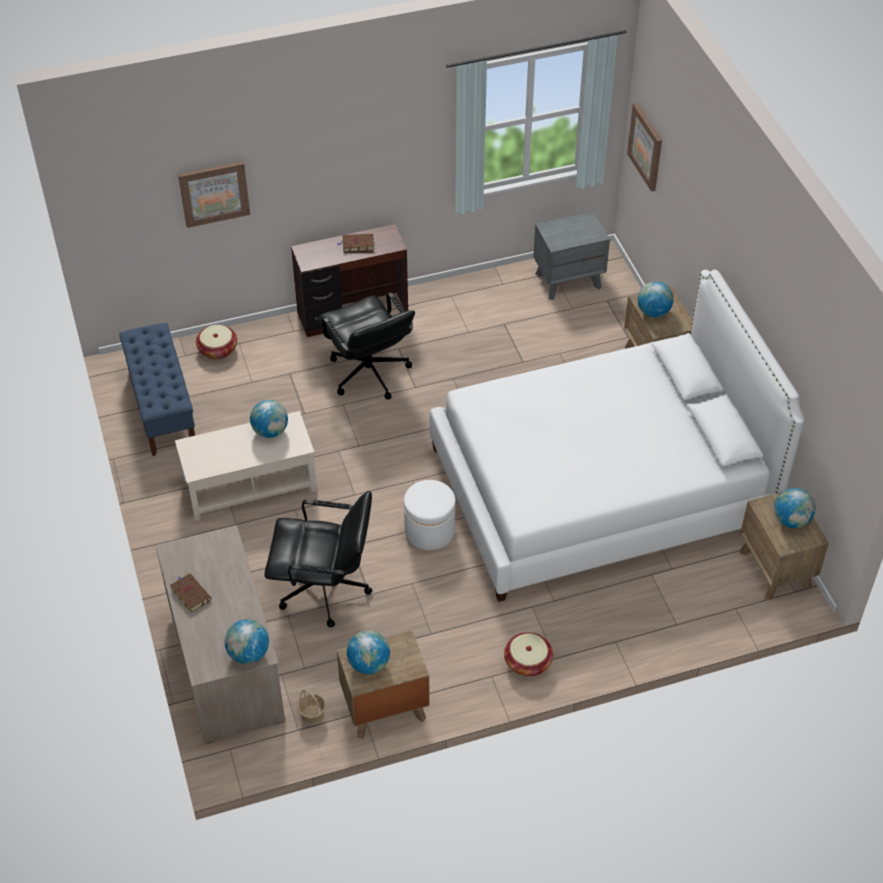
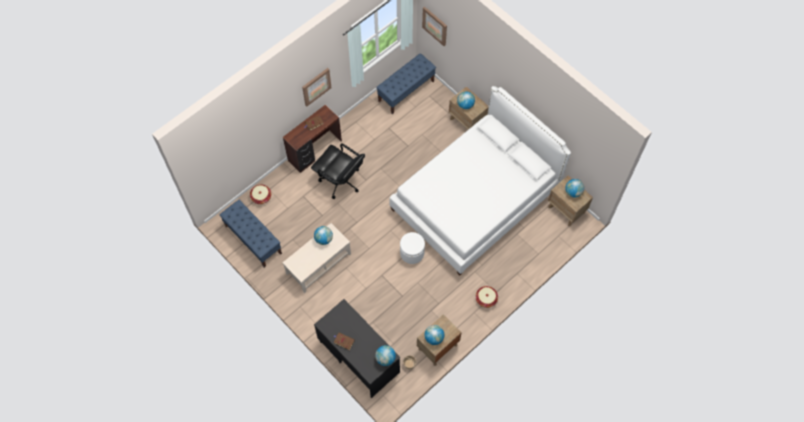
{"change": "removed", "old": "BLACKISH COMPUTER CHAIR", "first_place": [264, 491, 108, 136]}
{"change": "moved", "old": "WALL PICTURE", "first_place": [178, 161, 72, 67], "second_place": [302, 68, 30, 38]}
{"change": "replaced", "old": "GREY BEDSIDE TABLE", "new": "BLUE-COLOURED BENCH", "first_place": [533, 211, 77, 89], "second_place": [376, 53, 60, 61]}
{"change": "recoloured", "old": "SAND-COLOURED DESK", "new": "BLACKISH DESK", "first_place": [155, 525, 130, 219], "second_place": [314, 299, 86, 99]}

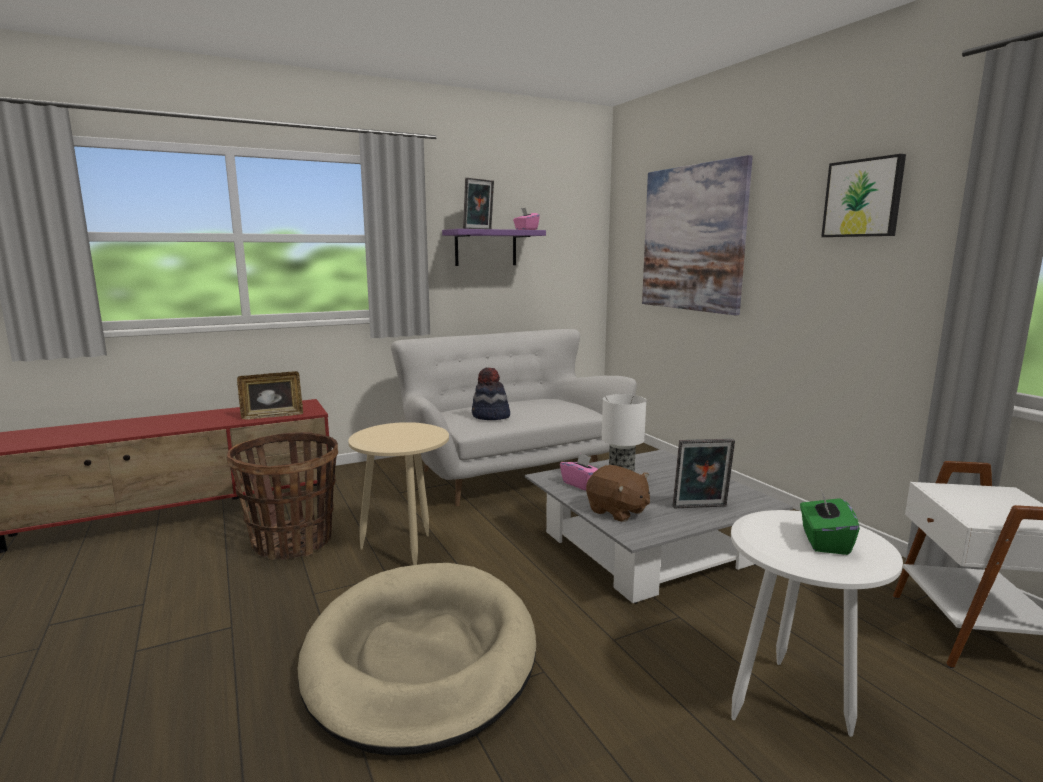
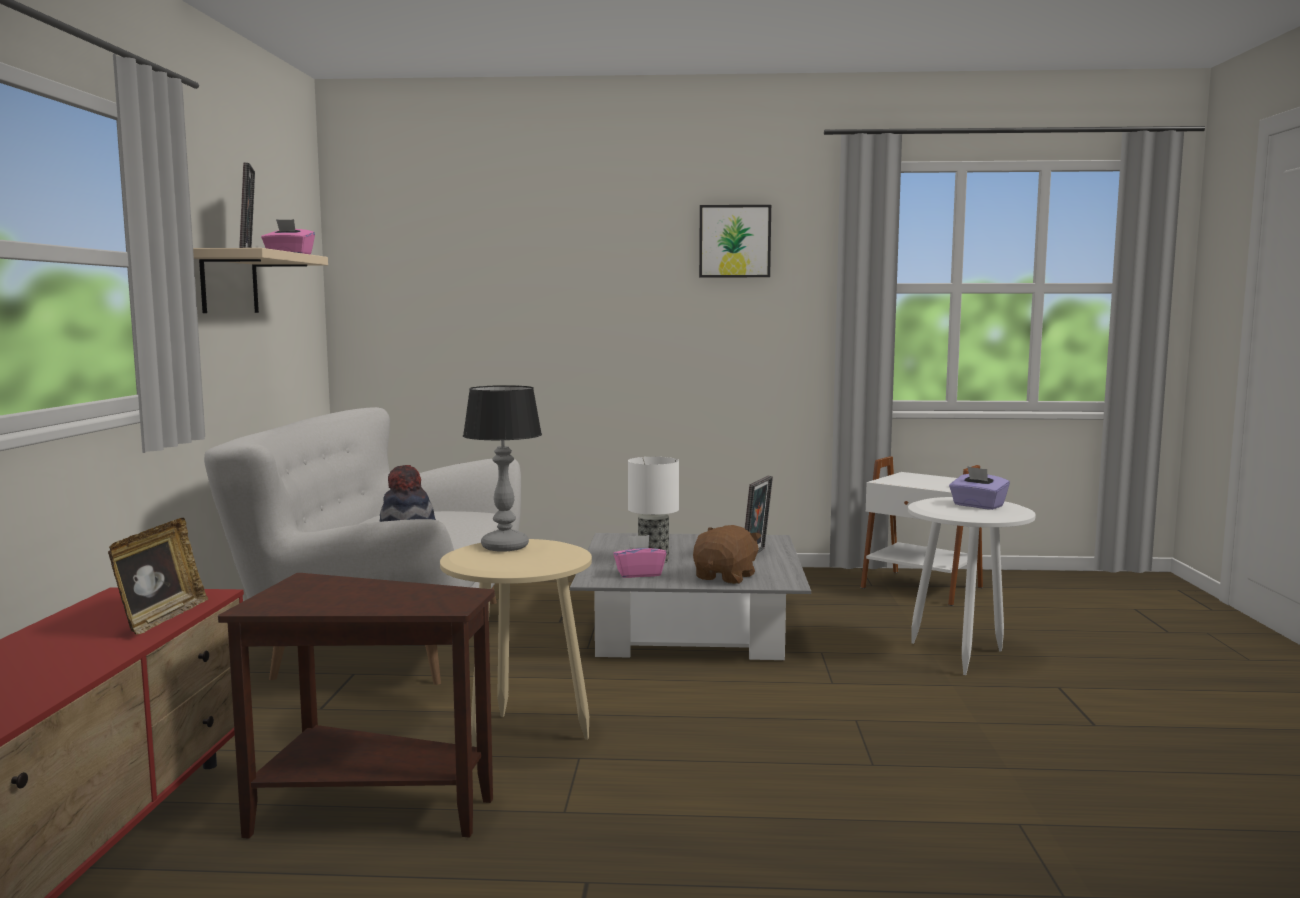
{"change": "removed", "old": "SAND-COLOURED DOG BED", "first_place": [298, 563, 238, 193]}
{"change": "removed", "old": "WALL PICTURE", "first_place": [642, 155, 111, 160]}
{"change": "added", "new": "TABLE LAMP", "second_place": [463, 385, 79, 167]}
{"change": "replaced", "old": "STORAGE BASKET", "new": "BROWN-COLOURED END TABLE", "first_place": [227, 432, 111, 128], "second_place": [218, 573, 277, 266]}
{"change": "recoloured", "old": "PURPLE BRACKET SHELF", "new": "SAND-COLOURED BRACKET SHELF", "first_place": [442, 229, 104, 37], "second_place": [193, 248, 135, 65]}
{"change": "recoloured", "old": "GREEN BOX OF TISSUES", "new": "PURPLE BOX OF TISSUES", "first_place": [800, 490, 60, 65], "second_place": [949, 466, 61, 44]}
{"change": "turned", "old": "BROWN-COLOURED PLUSH TOY", "first_place": [586, 465, 64, 57], "second_place": [693, 525, 68, 59], "degrees": -45}

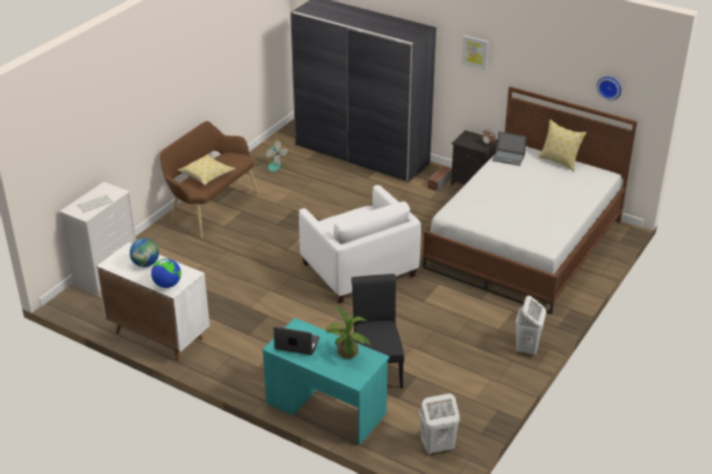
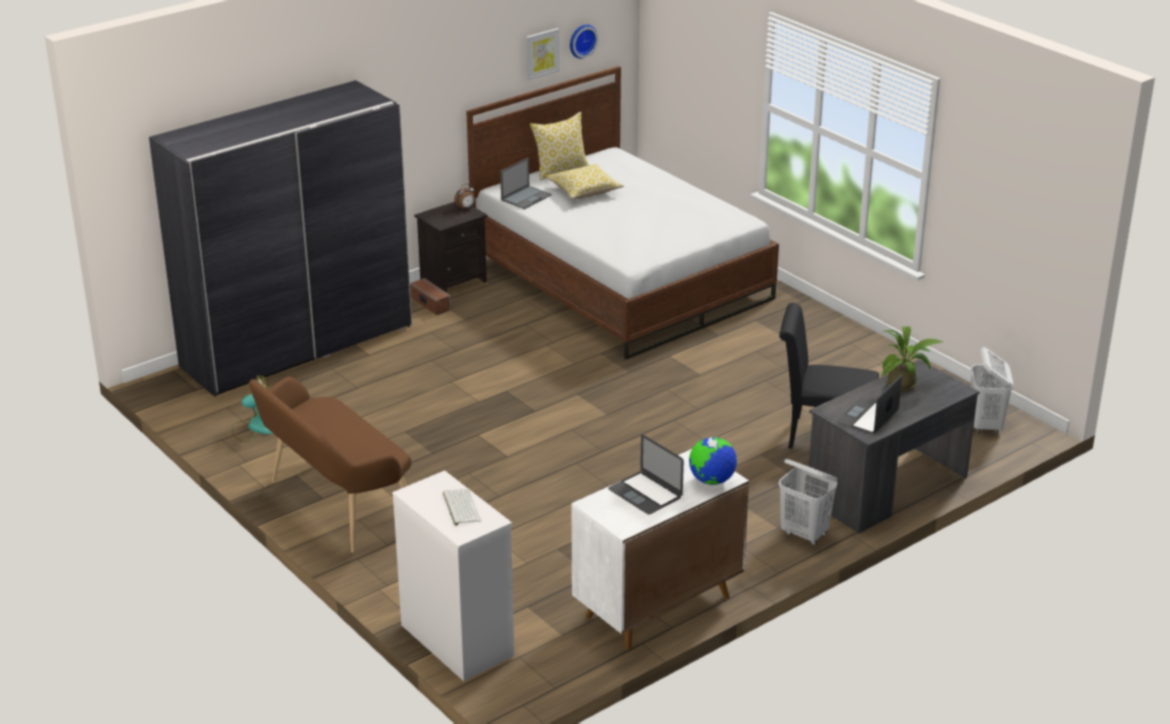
{"change": "removed", "old": "WHITE-COLOURED EASY CHAIR", "first_place": [299, 185, 122, 119]}
{"change": "moved", "old": "PILLOW", "first_place": [178, 154, 58, 31], "second_place": [545, 164, 79, 35]}
{"change": "moved", "old": "WALL PICTURE", "first_place": [462, 35, 27, 36], "second_place": [526, 28, 34, 52]}
{"change": "moved", "old": "WHITE-COLOURED LAUNDRY BASKET", "first_place": [516, 296, 30, 61], "second_place": [779, 459, 58, 86]}
{"change": "replaced", "old": "GLOBE", "new": "PORTABLE COMPUTER", "first_place": [130, 238, 29, 29], "second_place": [608, 434, 76, 80]}
{"change": "recoloured", "old": "TURQUOISE DESK", "new": "GREY DESK", "first_place": [262, 318, 128, 128], "second_place": [807, 359, 172, 174]}

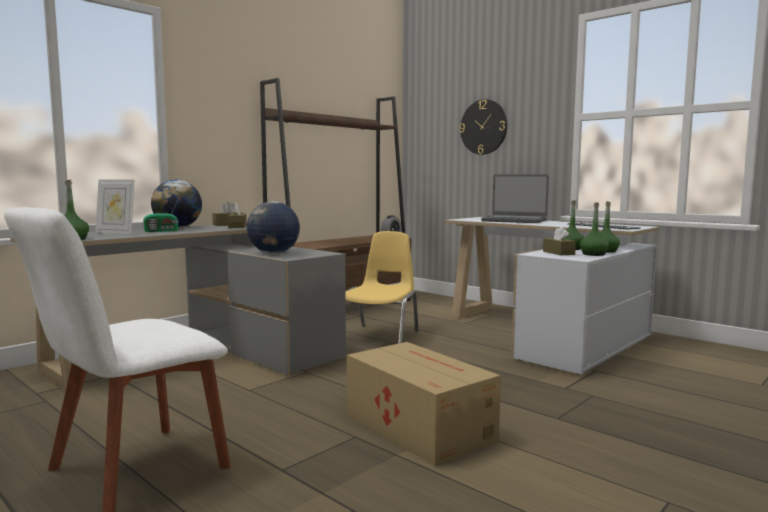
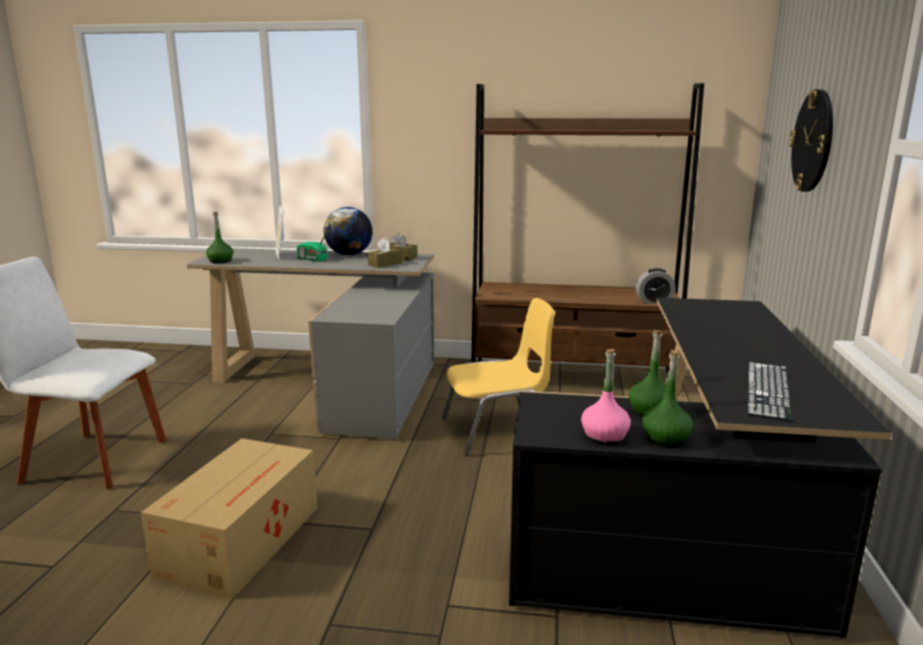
{"change": "removed", "old": "GLOBE", "first_place": [247, 201, 53, 53]}
{"change": "removed", "old": "PORTABLE COMPUTER", "first_place": [481, 174, 68, 49]}
{"change": "removed", "old": "BROWN-COLOURED BOX OF TISSUES", "first_place": [543, 226, 33, 29]}
{"change": "recoloured", "old": "WHITE-COLOURED DESK", "new": "BLACKISH DESK", "first_place": [445, 217, 214, 158], "second_place": [509, 298, 383, 340]}
{"change": "recoloured", "old": "GREEN BEVERAGE BOTTLE", "new": "PINK-COLOURED BEVERAGE BOTTLE", "first_place": [580, 202, 29, 54], "second_place": [581, 349, 50, 96]}

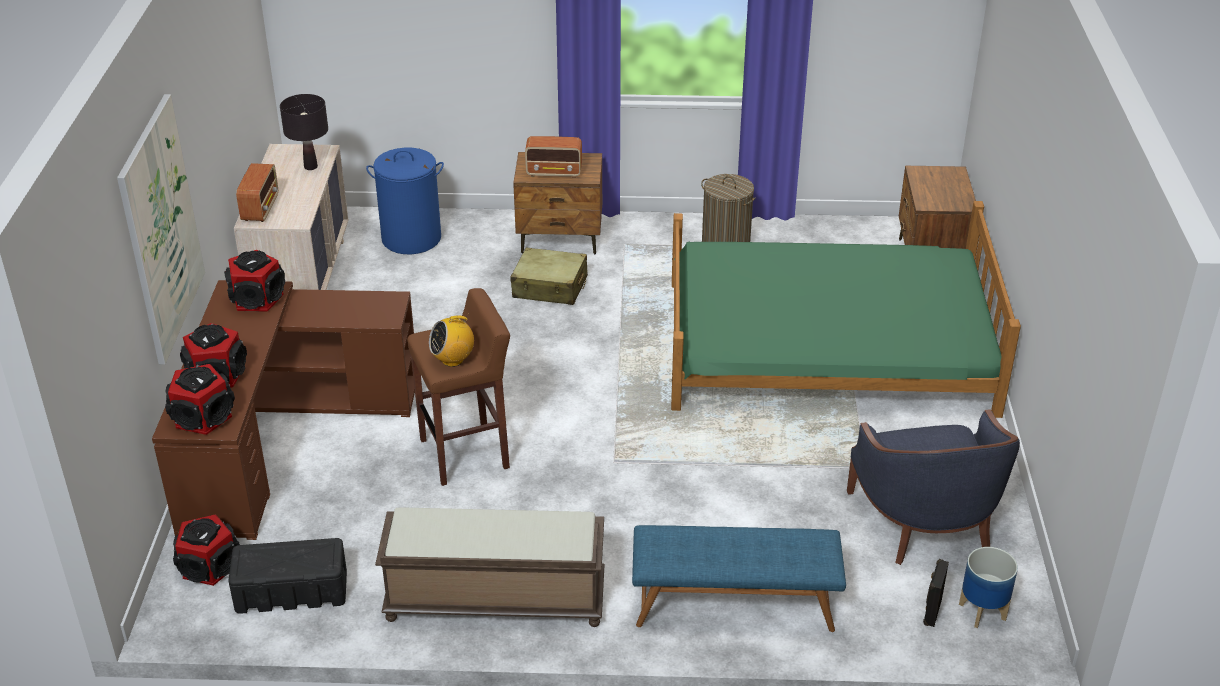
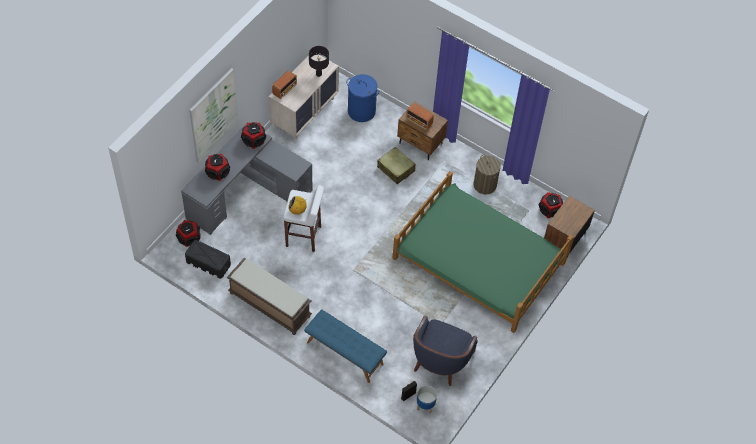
{"change": "moved", "old": "LOUDSPEAKER", "first_place": [165, 364, 70, 71], "second_place": [539, 192, 24, 26]}
{"change": "recoloured", "old": "BROWN-COLOURED DESK", "new": "GREY DESK", "first_place": [152, 280, 263, 260], "second_place": [181, 123, 132, 112]}
{"change": "recoloured", "old": "BROWN-COLOURED SITTING STOOL", "new": "WHITE-COLOURED SITTING STOOL", "first_place": [407, 288, 103, 198], "second_place": [283, 185, 41, 67]}

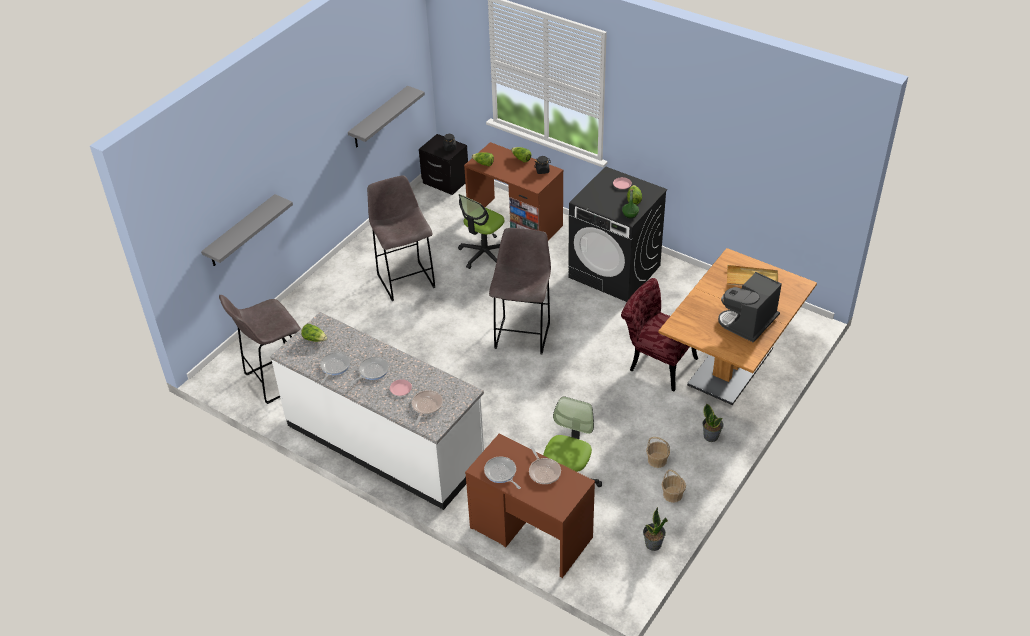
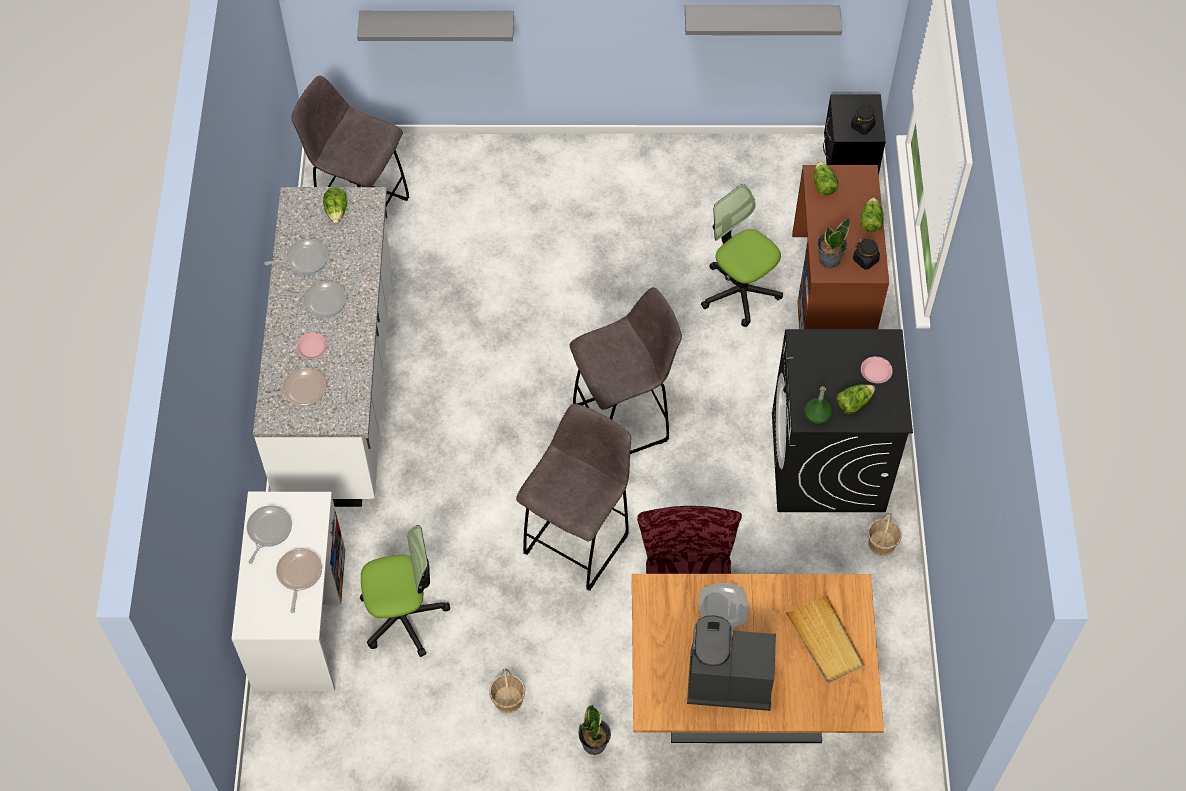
{"change": "added", "new": "PLATE", "second_place": [699, 583, 50, 45]}
{"change": "moved", "old": "GREY SITTING STOOL", "first_place": [367, 175, 68, 126], "second_place": [516, 404, 115, 187]}
{"change": "moved", "old": "HOUSEPLANT", "first_place": [643, 507, 25, 44], "second_place": [817, 217, 33, 52]}
{"change": "moved", "old": "STORAGE BASKET", "first_place": [662, 470, 24, 33], "second_place": [868, 512, 34, 44]}
{"change": "recoloured", "old": "BROWN-COLOURED DESK", "new": "WHITE-COLOURED DESK", "first_place": [465, 434, 130, 144], "second_place": [232, 492, 113, 199]}
{"change": "turned", "old": "COMPUTER CHAIR", "first_place": [458, 194, 47, 75], "second_place": [701, 184, 82, 143], "degrees": 45}
{"change": "turned", "old": "SKILLET", "first_place": [529, 446, 32, 38], "second_place": [276, 548, 46, 65], "degrees": 150}

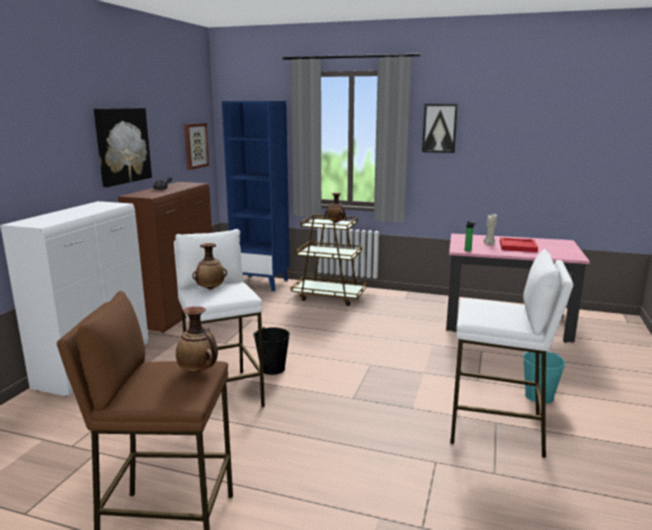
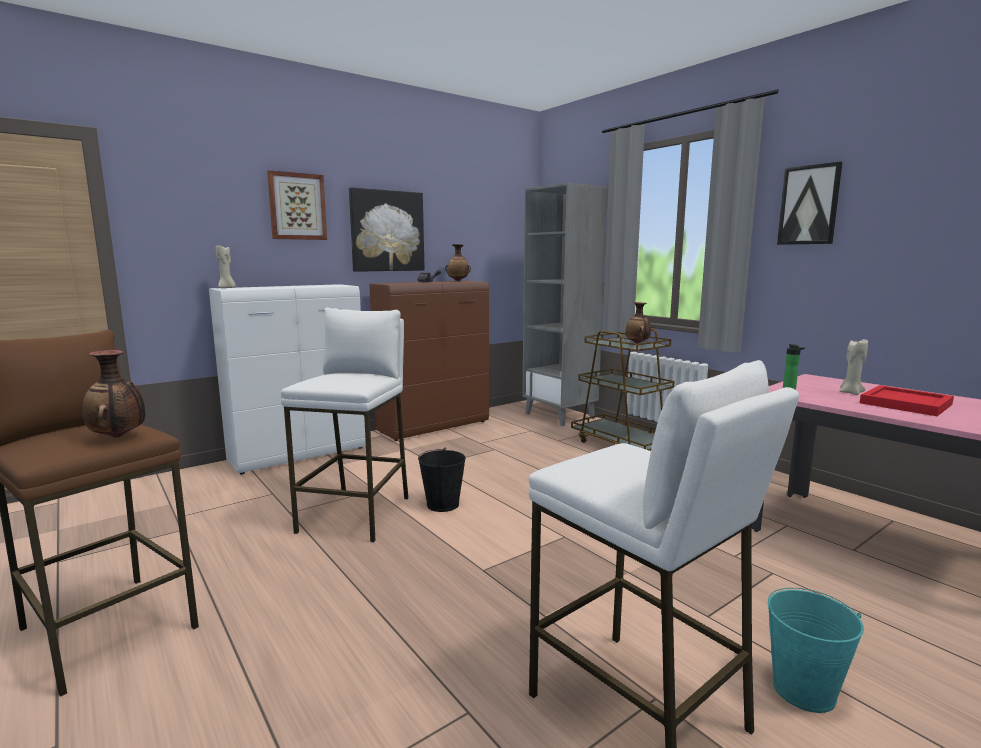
{"change": "added", "new": "SAND-COLOURED CANDLE", "second_place": [216, 245, 20, 43]}
{"change": "moved", "old": "WALL PICTURE", "first_place": [184, 123, 25, 47], "second_place": [267, 170, 60, 70]}
{"change": "moved", "old": "DECORATIVE VASE", "first_place": [192, 243, 35, 47], "second_place": [445, 244, 26, 37]}
{"change": "recoloured", "old": "BLUE-COLOURED SHELVING UNIT", "new": "GREY SHELVING UNIT", "first_place": [222, 101, 68, 190], "second_place": [522, 183, 86, 243]}

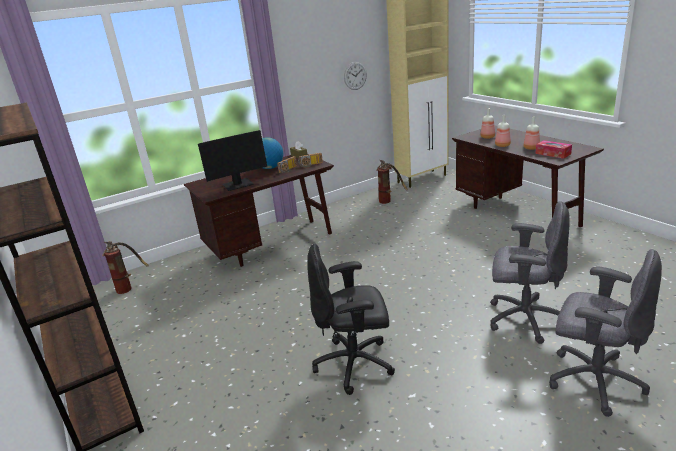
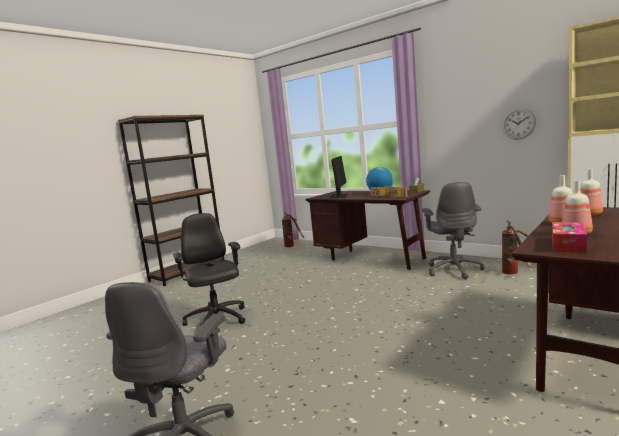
{"change": "moved", "old": "GREY COMPUTER CHAIR", "first_place": [490, 201, 80, 143], "second_place": [422, 182, 62, 97]}
{"change": "turned", "old": "MONITOR", "first_place": [198, 130, 69, 61], "second_place": [331, 156, 18, 42], "degrees": -120}

